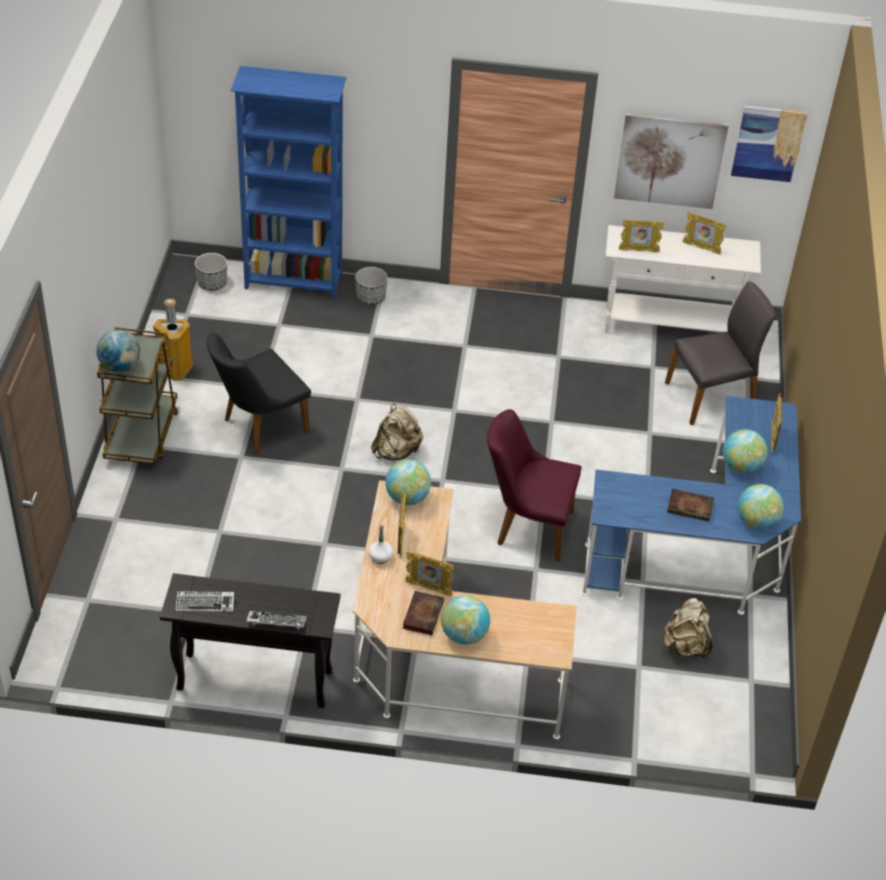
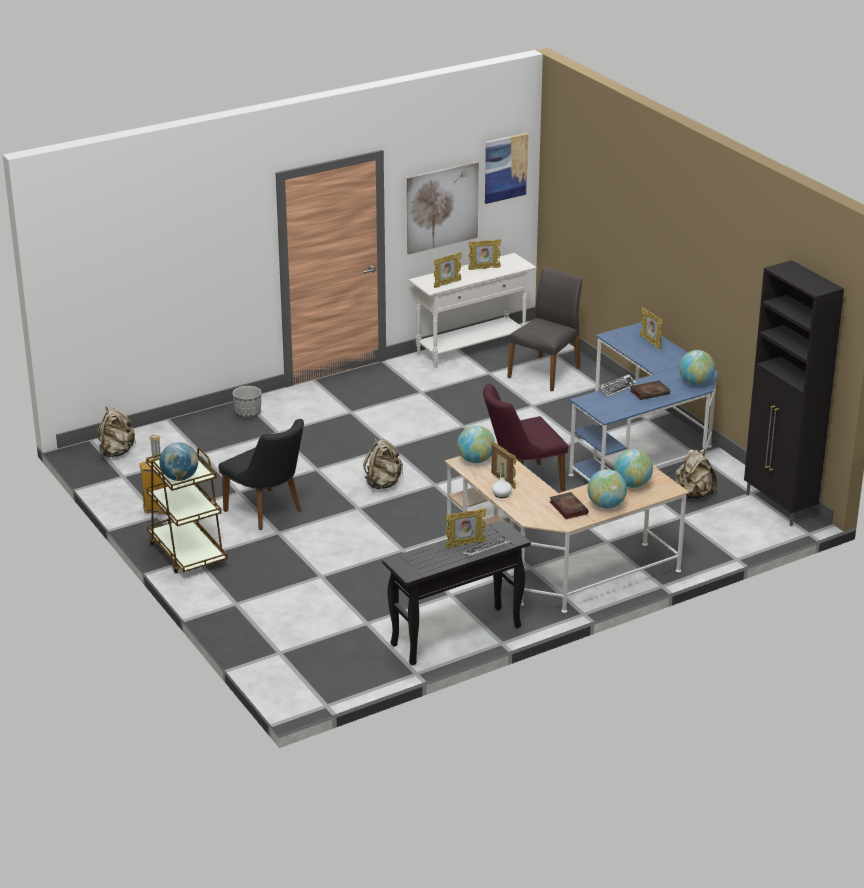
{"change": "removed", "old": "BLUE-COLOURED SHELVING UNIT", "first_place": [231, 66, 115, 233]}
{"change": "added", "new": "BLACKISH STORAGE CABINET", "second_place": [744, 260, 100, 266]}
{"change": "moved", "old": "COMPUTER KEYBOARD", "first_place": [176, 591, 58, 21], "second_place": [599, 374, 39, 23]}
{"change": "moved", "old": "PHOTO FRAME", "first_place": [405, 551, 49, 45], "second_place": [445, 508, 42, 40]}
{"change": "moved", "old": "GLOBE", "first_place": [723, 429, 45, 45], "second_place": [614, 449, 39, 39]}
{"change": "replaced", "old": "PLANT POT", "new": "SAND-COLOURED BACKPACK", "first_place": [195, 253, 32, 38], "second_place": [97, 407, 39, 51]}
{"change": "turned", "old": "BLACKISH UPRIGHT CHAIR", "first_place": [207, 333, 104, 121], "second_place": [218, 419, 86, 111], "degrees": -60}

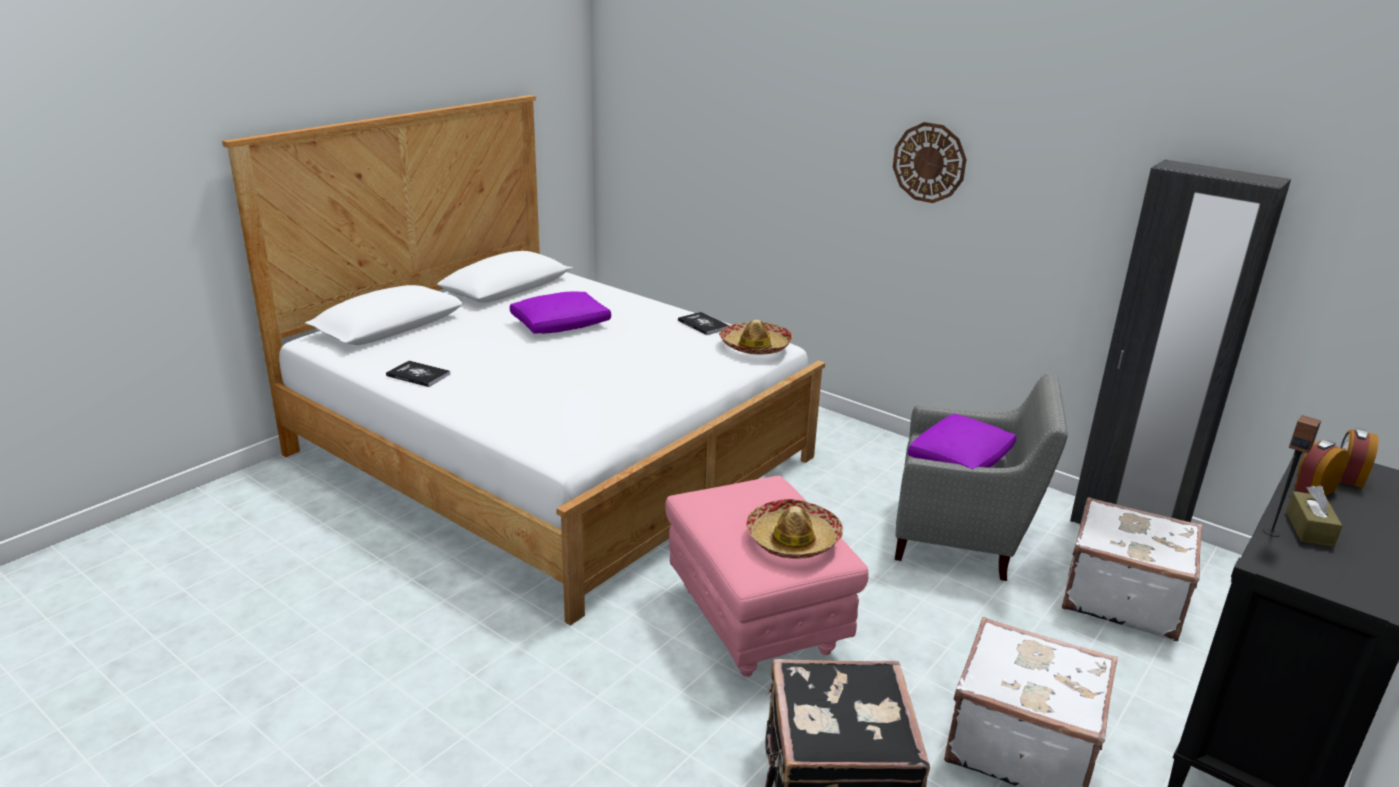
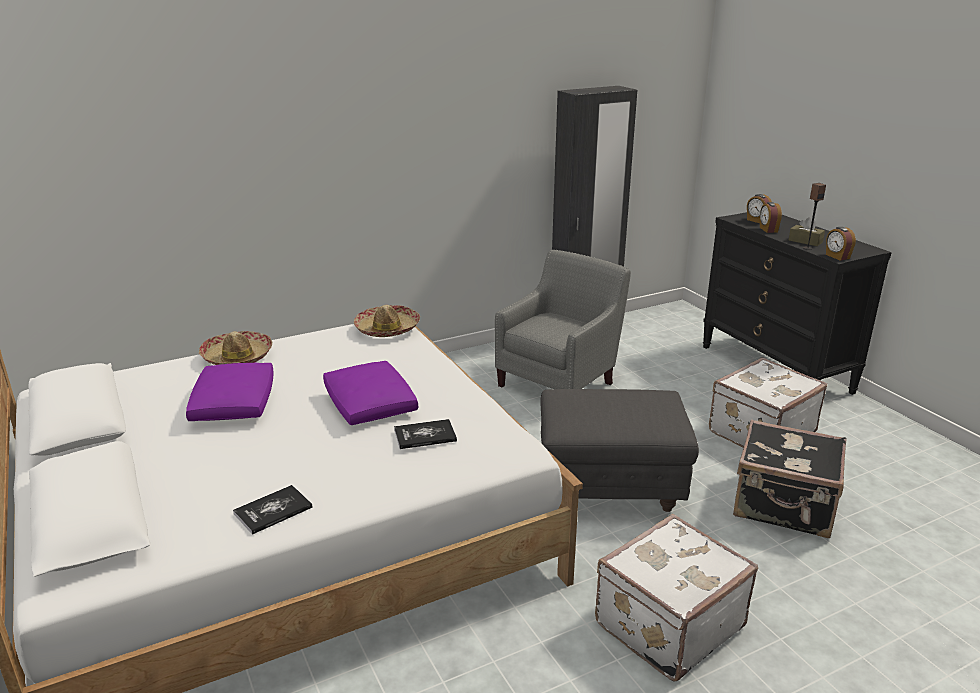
{"change": "removed", "old": "WALL CLOCK", "first_place": [893, 122, 73, 81]}
{"change": "added", "new": "TABLE CLOCK", "second_place": [826, 227, 30, 34]}
{"change": "moved", "old": "BOUND BOOK", "first_place": [678, 312, 52, 23], "second_place": [394, 419, 63, 30]}
{"change": "moved", "old": "HAT", "first_place": [746, 499, 97, 60], "second_place": [199, 331, 73, 34]}
{"change": "moved", "old": "PURPLE PILLOW", "first_place": [908, 414, 108, 56], "second_place": [323, 361, 95, 64]}
{"change": "moved", "old": "WHITE-COLOURED TRAVEL CASE", "first_place": [1062, 497, 140, 144], "second_place": [595, 514, 163, 168]}
{"change": "recoloured", "old": "PINK-COLOURED FOOTREST", "new": "GREY FOOTREST", "first_place": [665, 475, 204, 202], "second_place": [541, 389, 158, 123]}

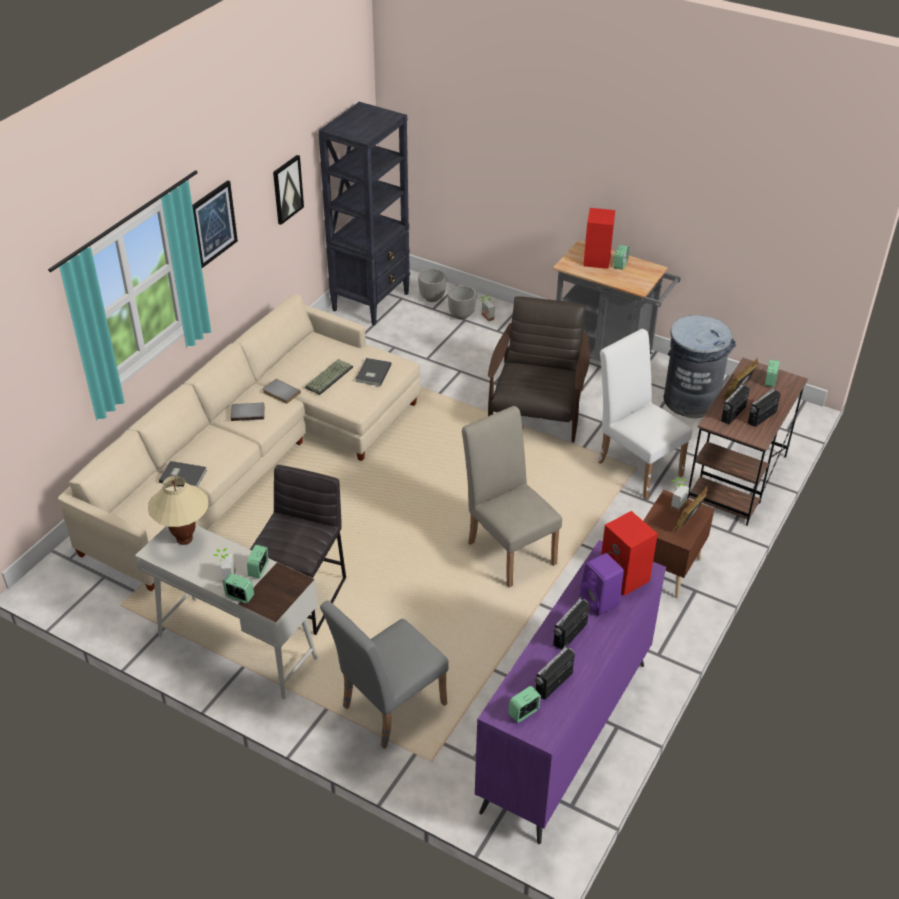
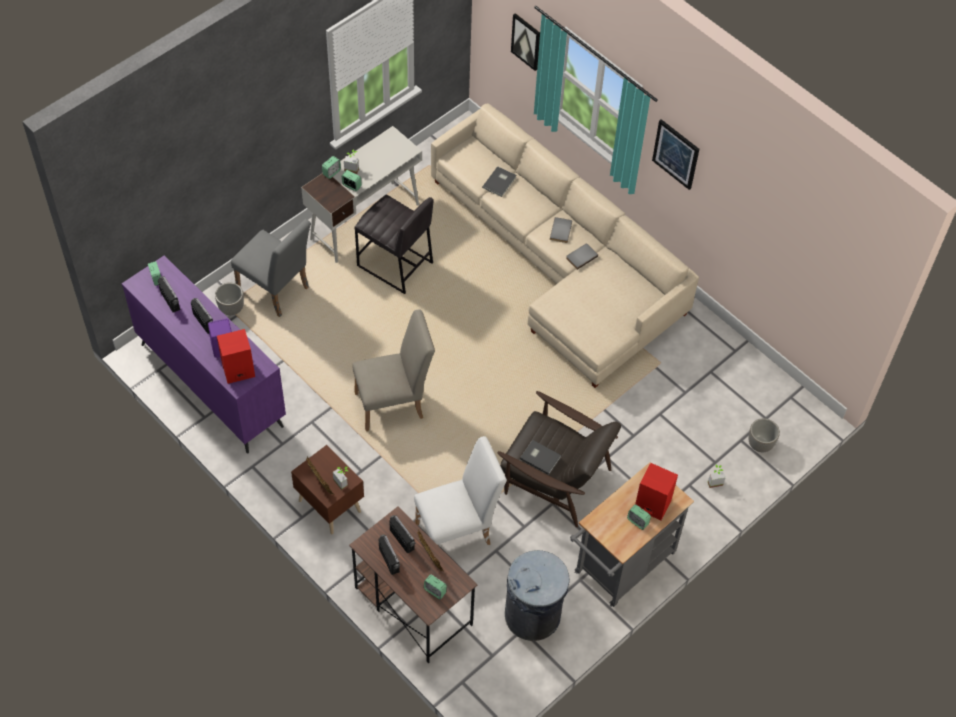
{"change": "removed", "old": "SAND-COLOURED TABLE LAMP", "first_place": [148, 476, 60, 69]}
{"change": "removed", "old": "COMPUTER KEYBOARD", "first_place": [305, 359, 48, 36]}
{"change": "removed", "old": "BLACKISH SHELVING UNIT", "first_place": [318, 102, 92, 224]}
{"change": "moved", "old": "WALL PICTURE", "first_place": [273, 155, 31, 70], "second_place": [511, 13, 29, 58]}
{"change": "moved", "old": "GREY BOUND BOOK", "first_place": [356, 358, 36, 28], "second_place": [520, 440, 41, 35]}
{"change": "moved", "old": "PLANT POT", "first_place": [448, 285, 28, 34], "second_place": [215, 283, 29, 32]}
{"change": "turned", "old": "GREY UPRIGHT CHAIR", "first_place": [320, 601, 129, 148], "second_place": [231, 219, 80, 98], "degrees": 150}

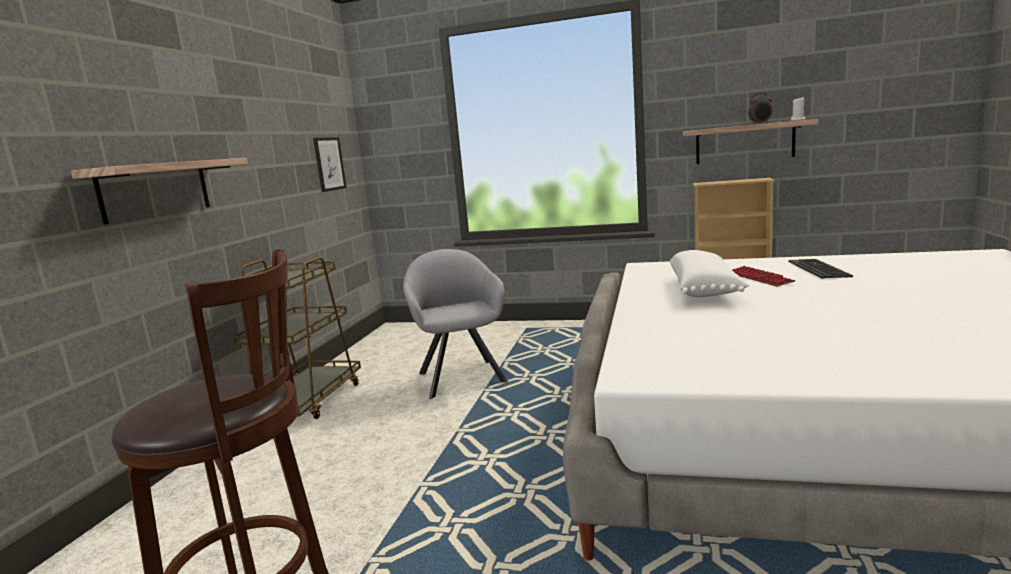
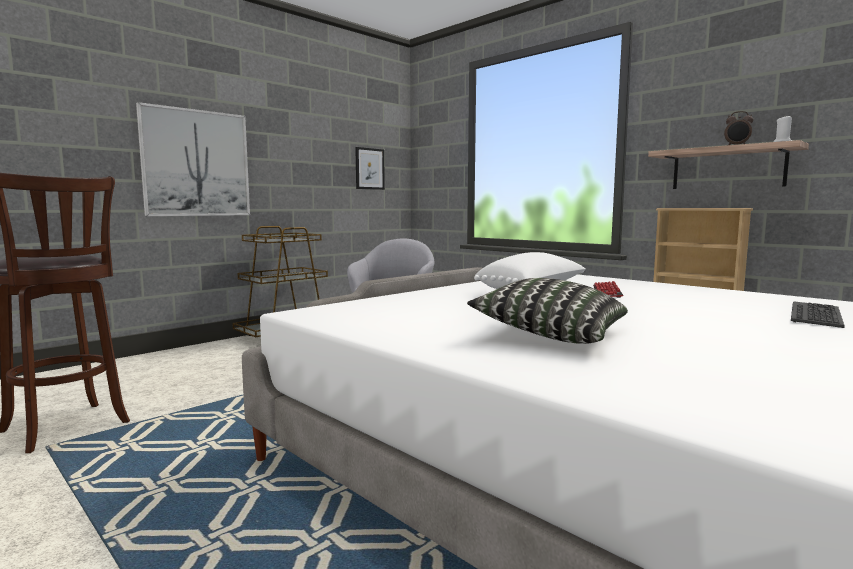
{"change": "added", "new": "PILLOW", "second_place": [467, 278, 161, 66]}
{"change": "moved", "old": "COMPUTER KEYBOARD", "first_place": [788, 259, 65, 20], "second_place": [791, 301, 53, 27]}
{"change": "replaced", "old": "BRACKET SHELF", "new": "WALL PICTURE", "first_place": [71, 158, 177, 67], "second_place": [136, 102, 114, 114]}

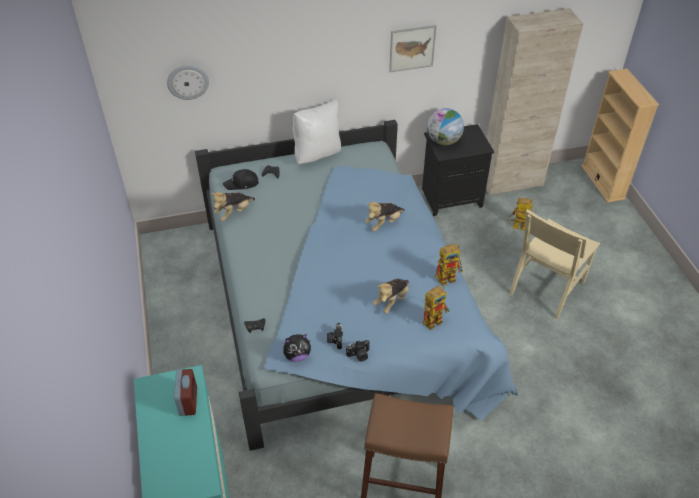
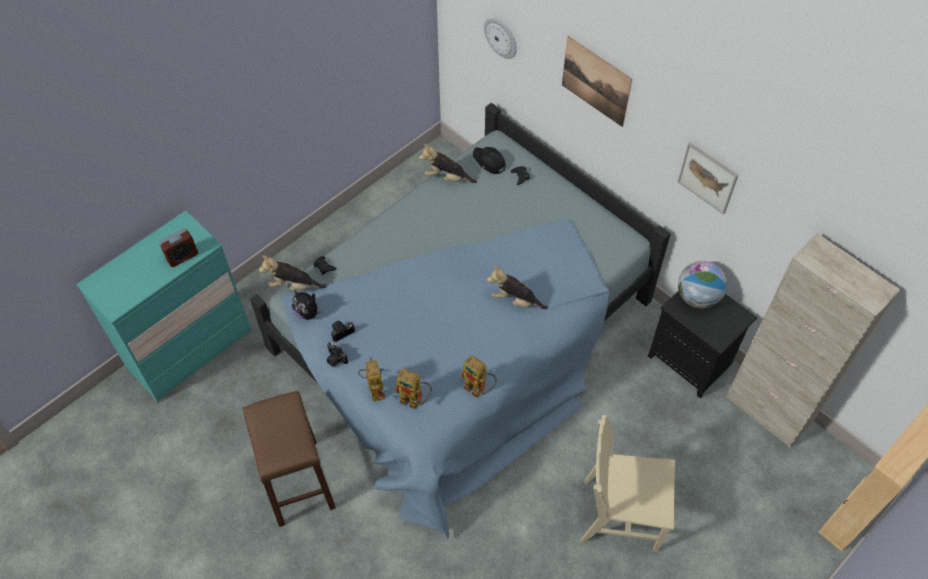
{"change": "removed", "old": "WHITE-COLOURED PILLOW", "first_place": [293, 100, 48, 64]}
{"change": "added", "new": "WALL PICTURE", "second_place": [562, 36, 70, 91]}
{"change": "moved", "old": "PLUSH TOY", "first_place": [373, 279, 36, 35], "second_place": [259, 255, 67, 35]}
{"change": "moved", "old": "TOY ROBOT", "first_place": [507, 198, 26, 33], "second_place": [358, 357, 28, 45]}

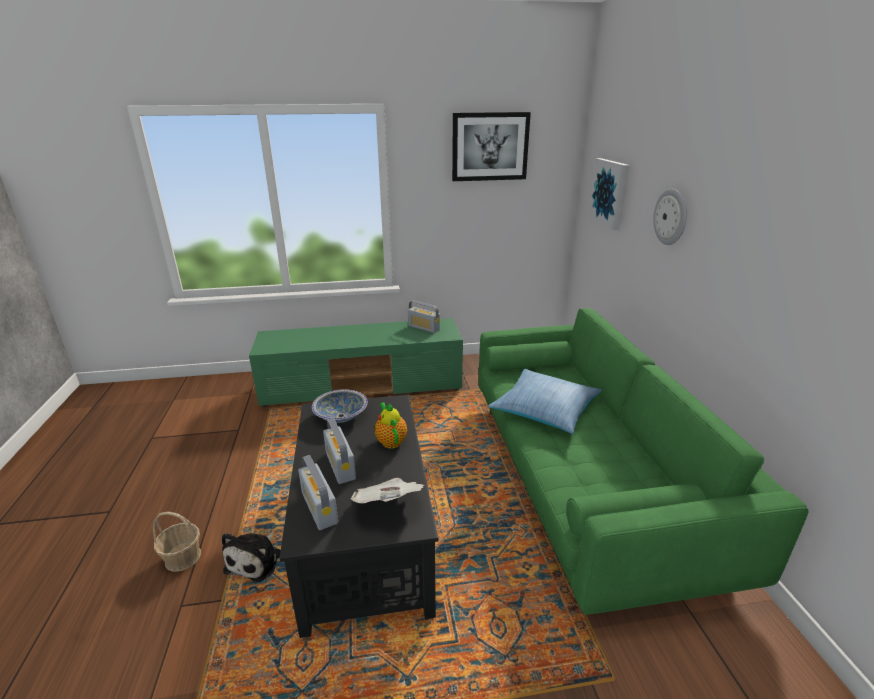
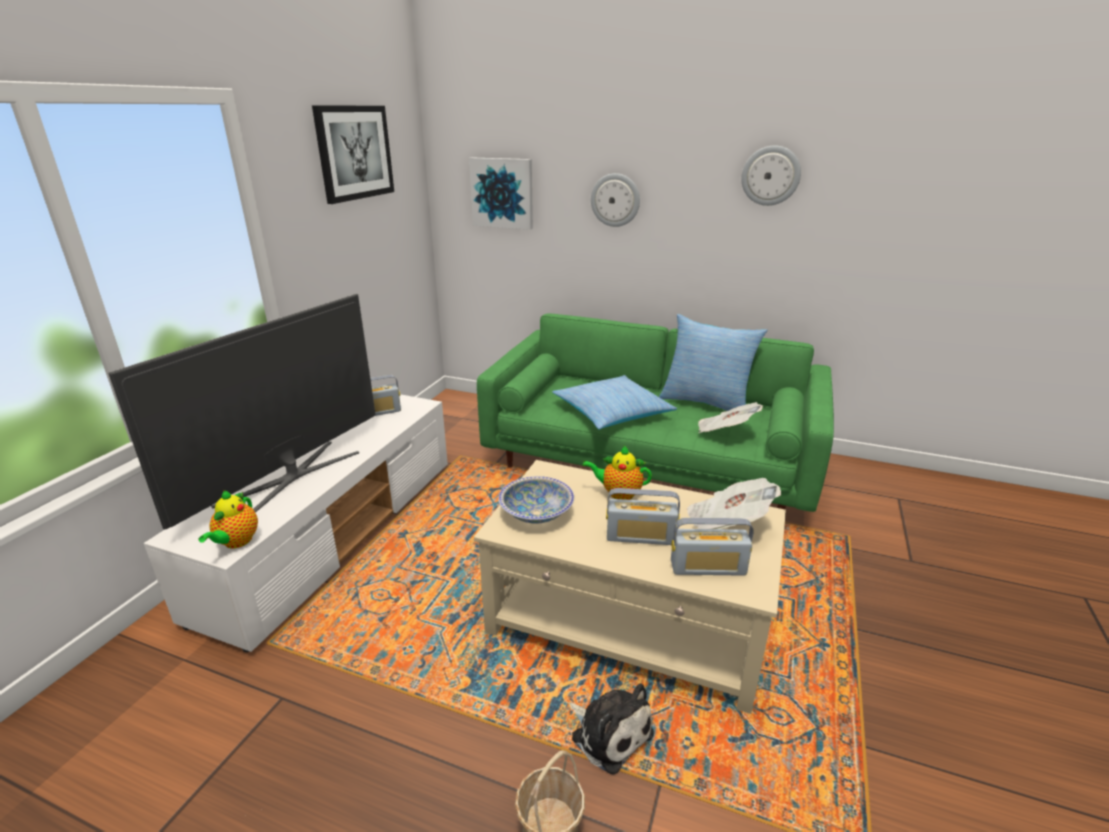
{"change": "added", "new": "TV", "second_place": [108, 294, 268, 235]}
{"change": "added", "new": "POT FOR TEA", "second_place": [198, 491, 60, 57]}
{"change": "added", "new": "PILLOW", "second_place": [659, 314, 108, 97]}
{"change": "added", "new": "DAILY PAPER", "second_place": [698, 402, 65, 31]}
{"change": "added", "new": "WALL CLOCK", "second_place": [741, 145, 60, 61]}
{"change": "recoloured", "old": "GREEN MEDIA CONSOLE", "new": "WHITE-COLOURED MEDIA CONSOLE", "first_place": [249, 318, 214, 89], "second_place": [144, 394, 304, 258]}
{"change": "recoloured", "old": "BLACKISH LOW TABLE", "new": "SAND-COLOURED LOW TABLE", "first_place": [279, 395, 159, 243], "second_place": [474, 460, 312, 254]}

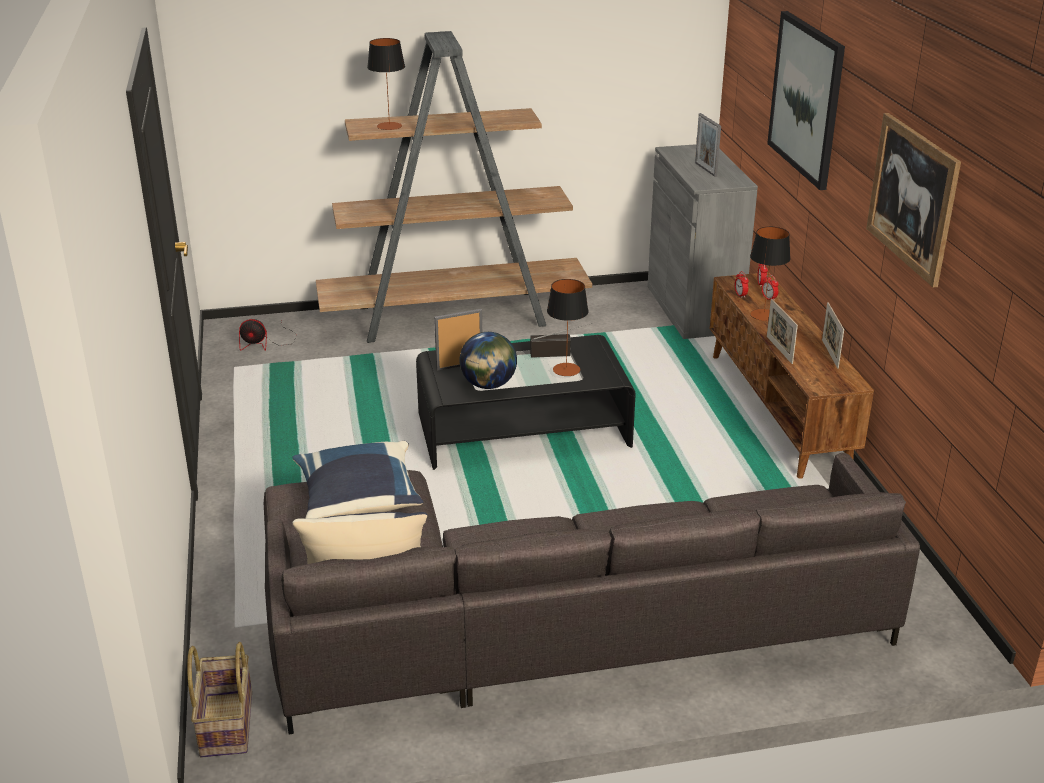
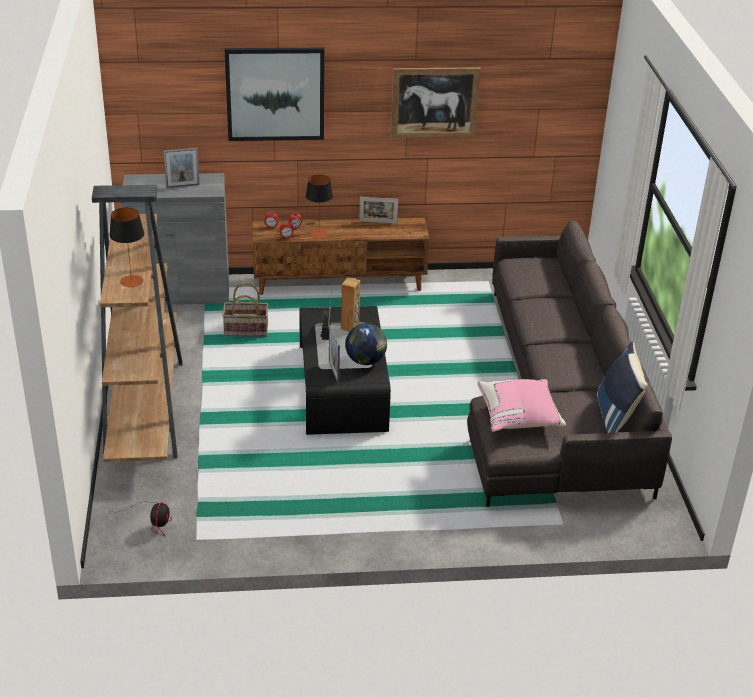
{"change": "removed", "old": "PHOTO FRAME", "first_place": [767, 299, 31, 65]}
{"change": "moved", "old": "STORAGE BASKET", "first_place": [187, 642, 65, 115], "second_place": [222, 283, 46, 54]}
{"change": "replaced", "old": "TABLE LAMP", "new": "BROWN-COLOURED LOUDSPEAKER", "first_place": [547, 279, 42, 97], "second_place": [341, 277, 19, 55]}
{"change": "recoloured", "old": "BLUE-COLOURED PILLOW", "new": "PINK-COLOURED PILLOW", "first_place": [292, 441, 131, 78], "second_place": [477, 379, 89, 53]}

